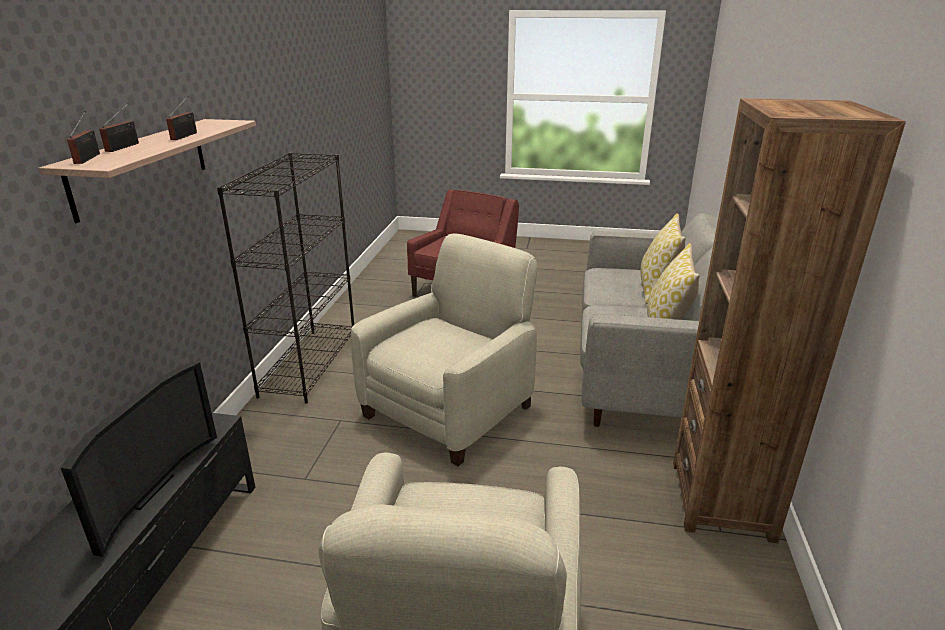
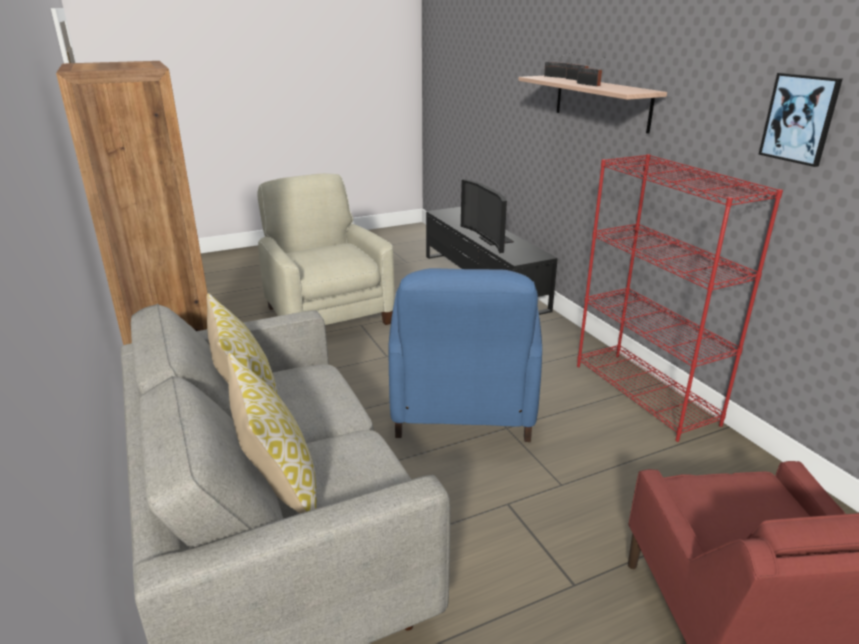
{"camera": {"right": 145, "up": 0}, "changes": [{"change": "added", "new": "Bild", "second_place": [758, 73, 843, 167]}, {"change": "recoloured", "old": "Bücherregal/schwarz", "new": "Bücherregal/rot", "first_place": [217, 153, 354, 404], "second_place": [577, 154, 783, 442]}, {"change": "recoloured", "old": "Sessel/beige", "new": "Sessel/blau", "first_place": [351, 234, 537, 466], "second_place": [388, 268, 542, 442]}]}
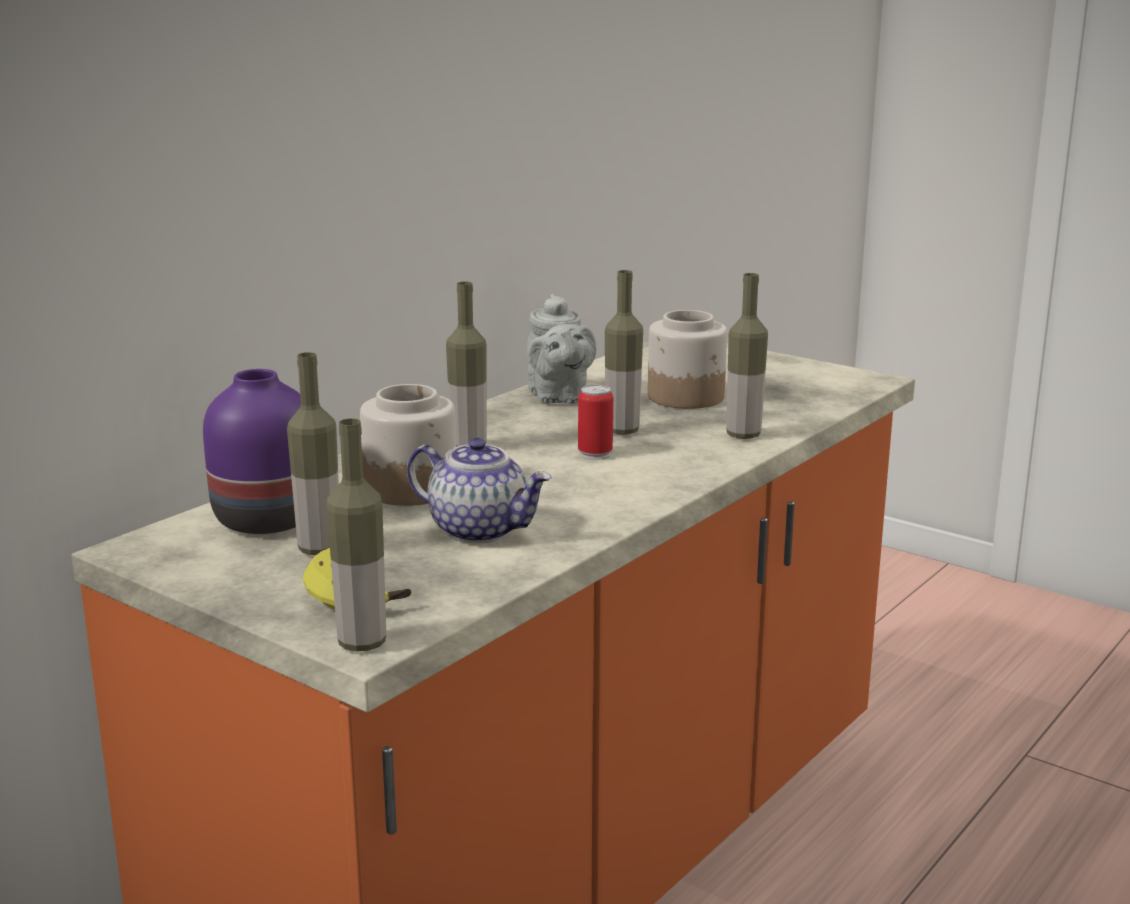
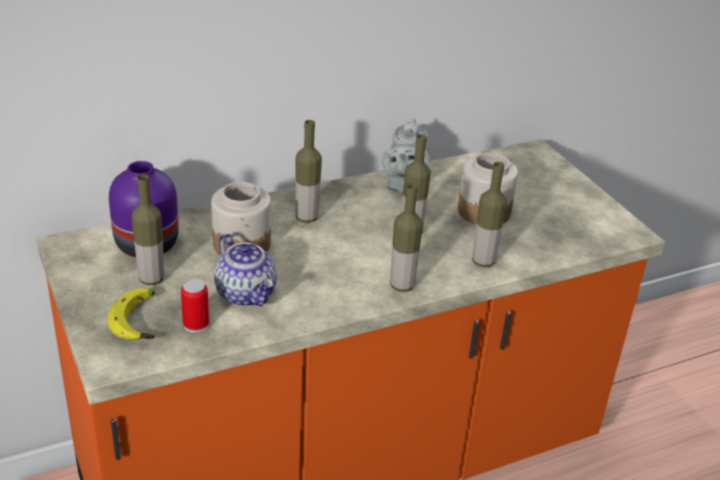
{"camera": {"right": 25, "up": 15}, "changes": [{"change": "moved", "old": "Flasche", "first_place": [326, 418, 386, 651], "second_place": [390, 183, 423, 292]}, {"change": "moved", "old": "Dose", "first_place": [578, 385, 613, 460], "second_place": [181, 278, 209, 333]}]}
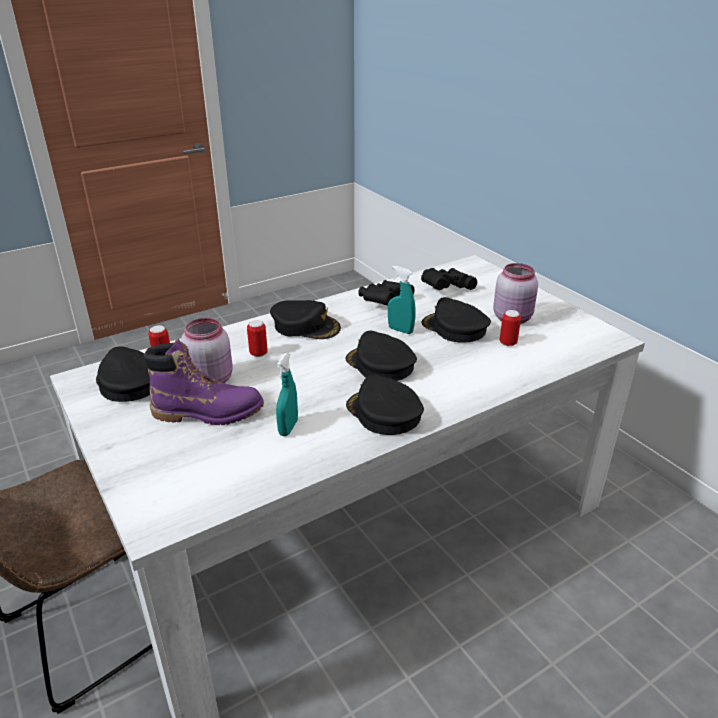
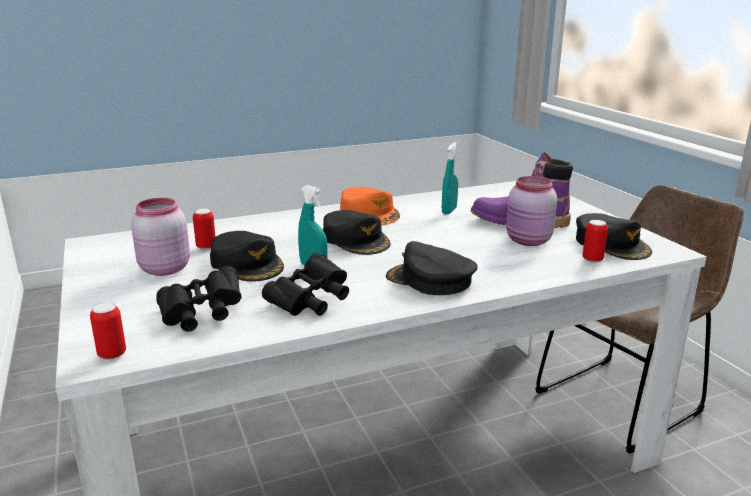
{"camera": {"right": -170, "up": -10}, "changes": [{"change": "moved", "old": "Dose", "first_place": [247, 320, 268, 357], "second_place": [90, 303, 126, 360]}, {"change": "recoloured", "old": "Kappe/schwarz", "new": "Kappe/orange", "first_place": [346, 375, 424, 435], "second_place": [340, 187, 400, 225]}]}
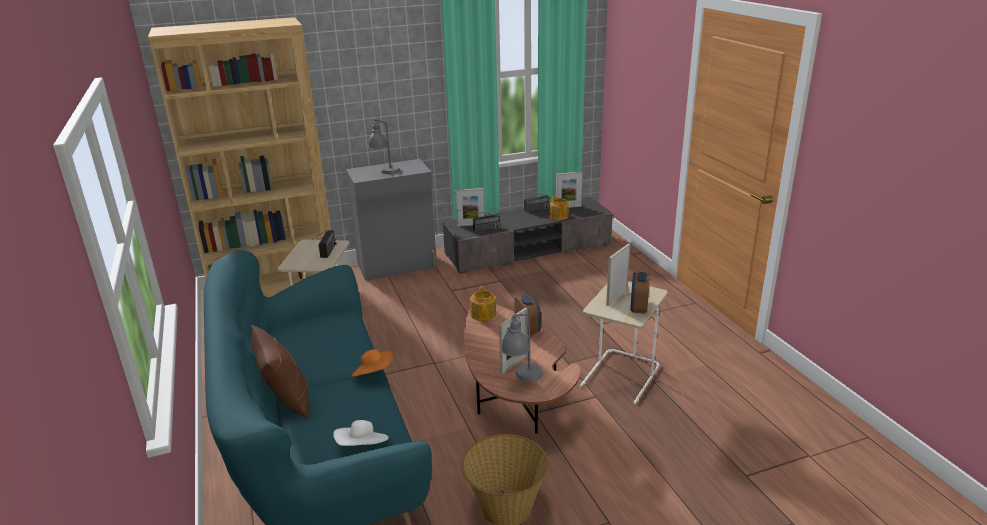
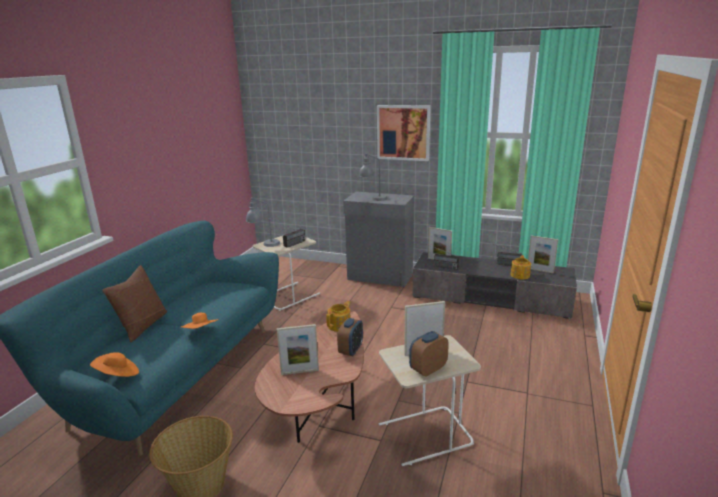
{"camera": {"right": 40, "up": -5}, "changes": [{"change": "removed", "old": "Bücherregal/braun", "first_place": [148, 17, 335, 297]}, {"change": "added", "new": "Bild", "second_place": [377, 105, 431, 161]}, {"change": "moved", "old": "Tischlampe/grau", "first_place": [501, 313, 543, 382], "second_place": [246, 197, 280, 247]}, {"change": "recoloured", "old": "Hut/weiß", "new": "Hut/orange", "first_place": [333, 420, 389, 446], "second_place": [90, 352, 139, 377]}]}
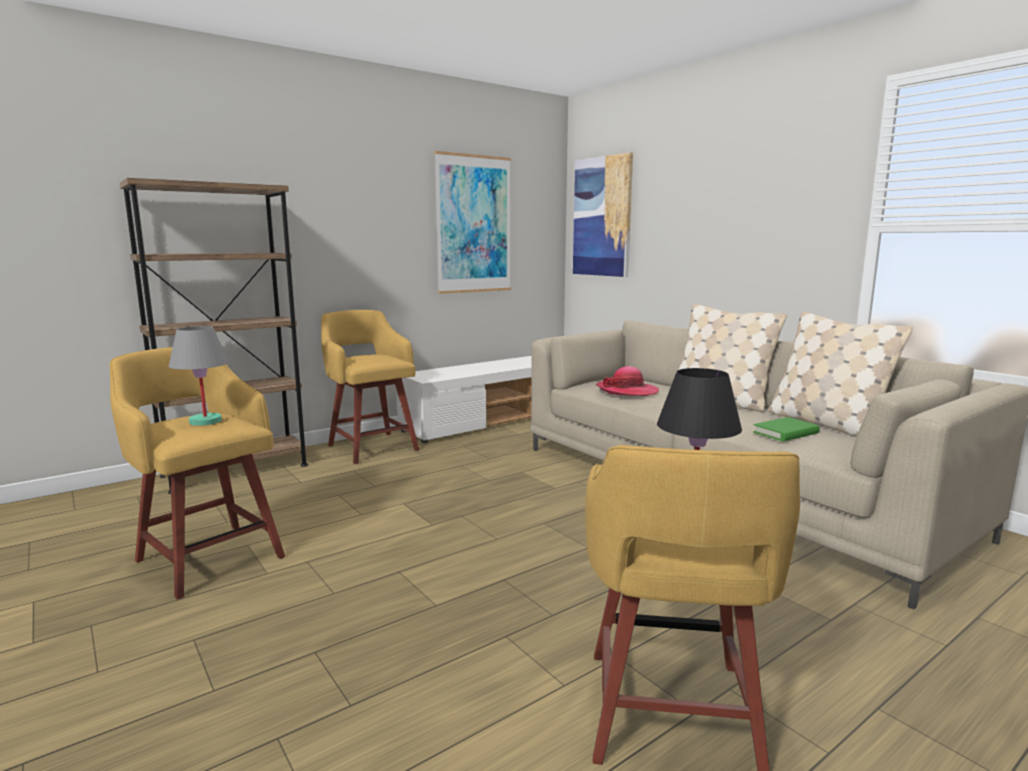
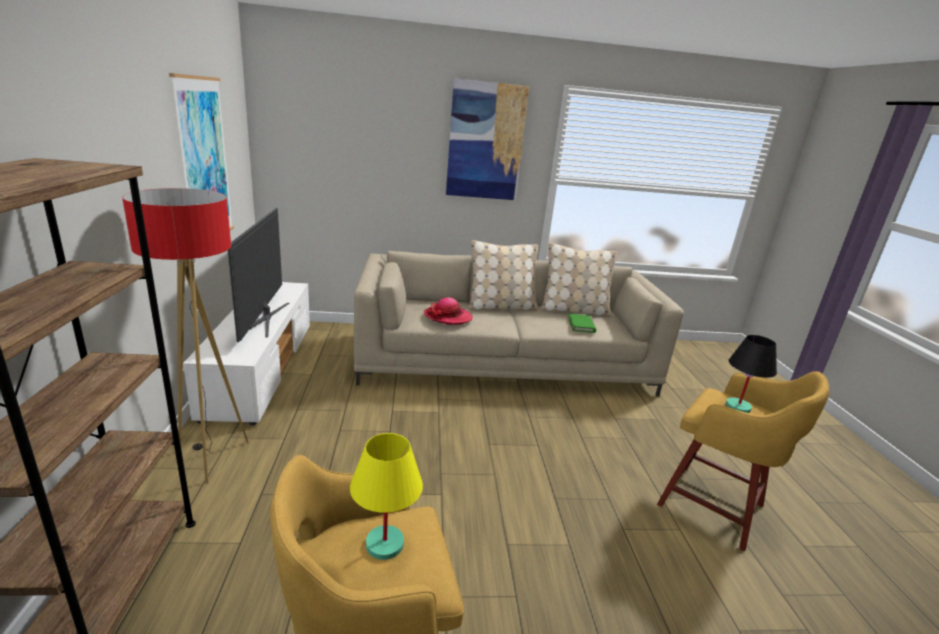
{"camera": {"right": -60, "up": 10}, "changes": [{"change": "added", "new": "Fernseher", "second_place": [227, 208, 289, 342]}, {"change": "moved", "old": "Bild", "first_place": [573, 152, 633, 277], "second_place": [446, 78, 529, 200]}, {"change": "replaced", "old": "Hocker/gelb", "new": "Stehlampe", "first_place": [321, 310, 419, 464], "second_place": [122, 188, 249, 483]}, {"change": "recoloured", "old": "Tischlampe/grau", "new": "Tischlampe/gelb", "first_place": [168, 326, 229, 426], "second_place": [350, 433, 423, 560]}]}
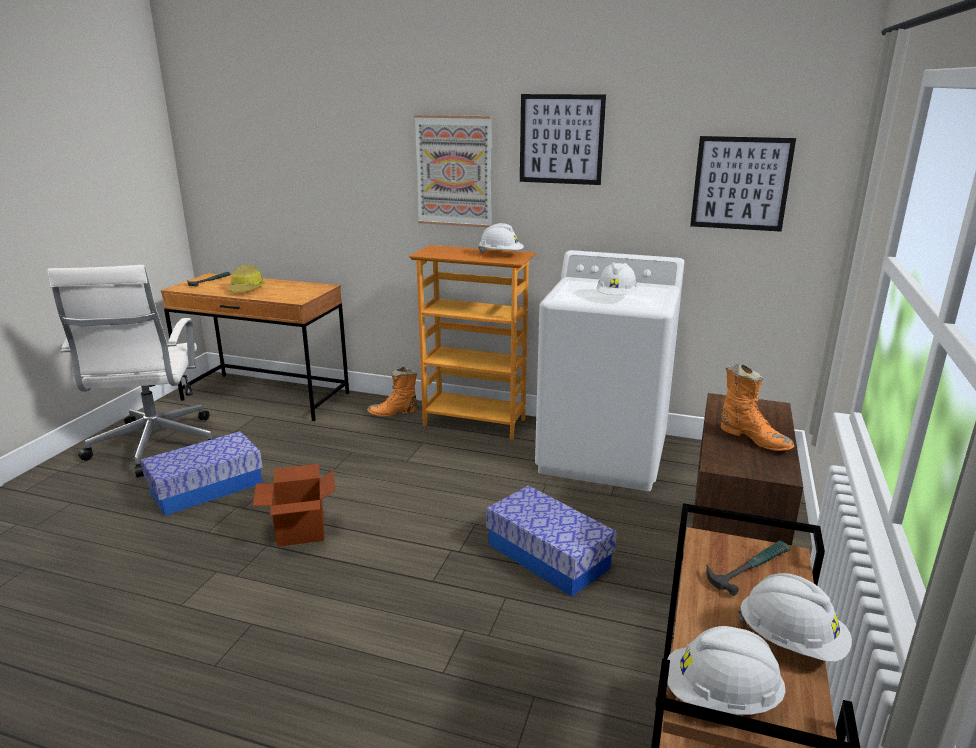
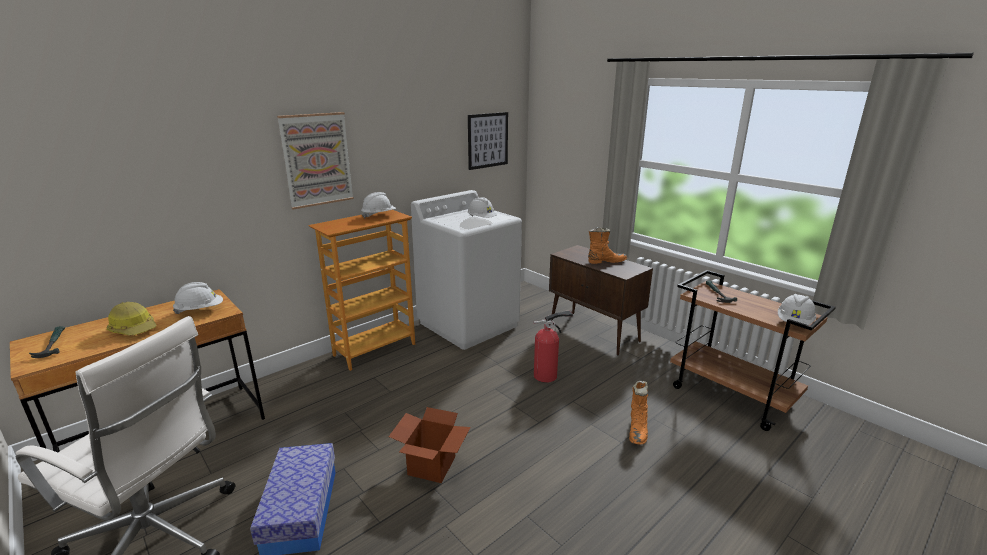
{"camera": {"right": -60, "up": 0}, "changes": [{"change": "removed", "old": "Bild", "first_place": [520, 94, 606, 185]}, {"change": "moved", "old": "Stiefel/orange", "first_place": [367, 366, 417, 416], "second_place": [629, 381, 648, 445]}, {"change": "moved", "old": "Schutzhelm/weiß", "first_place": [738, 573, 852, 662], "second_place": [173, 282, 223, 314]}, {"change": "replaced", "old": "Aufbewahrungsbox", "new": "Feuerlöscher", "first_place": [486, 485, 617, 597], "second_place": [533, 310, 573, 383]}]}
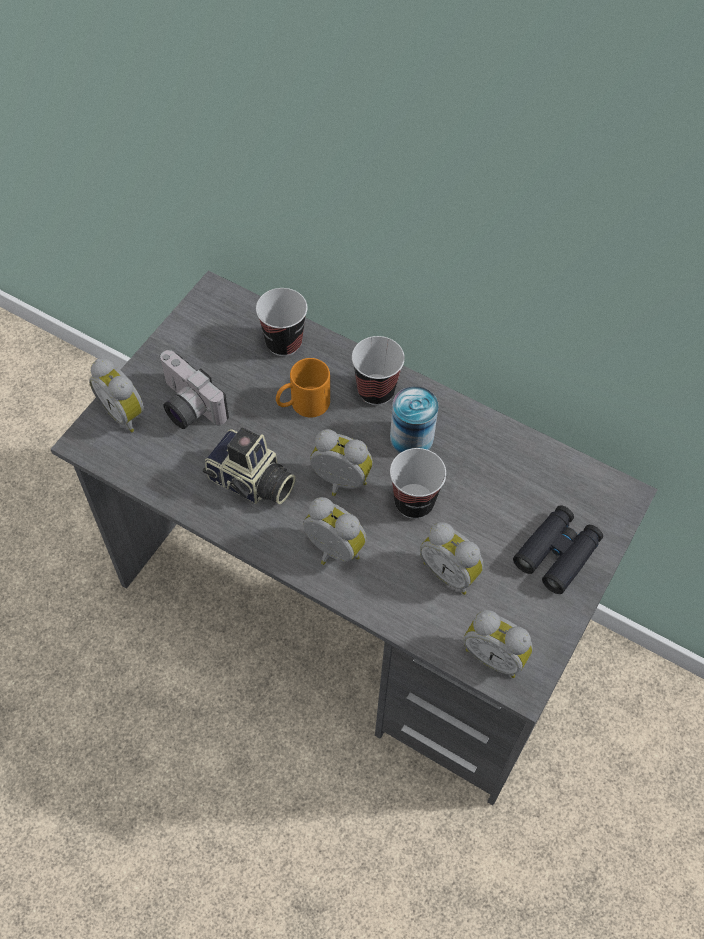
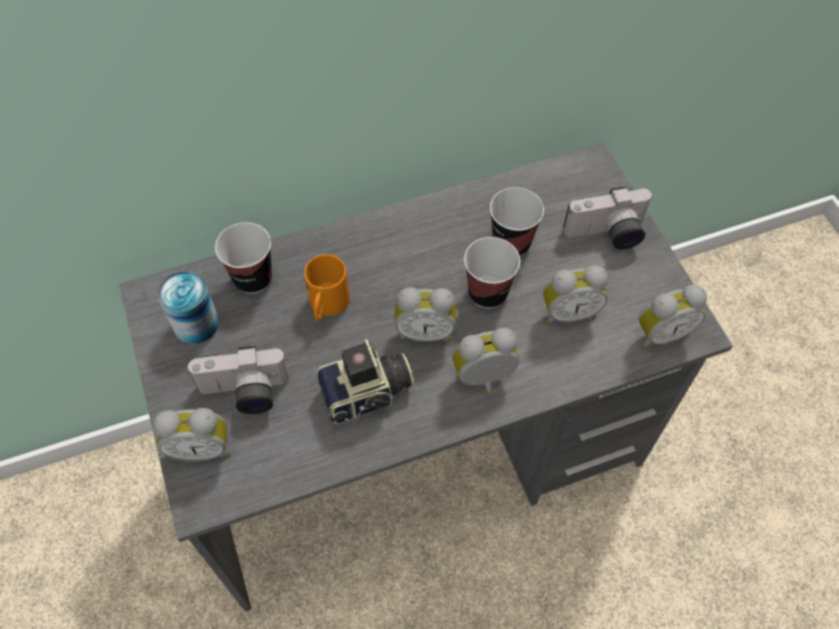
{"camera": {"right": -50, "up": 0}, "changes": [{"change": "moved", "old": "Tasse", "first_place": [352, 336, 405, 405], "second_place": [490, 187, 544, 256]}, {"change": "moved", "old": "Dose", "first_place": [390, 386, 438, 453], "second_place": [158, 271, 219, 344]}, {"change": "replaced", "old": "Fernglas/schwarz", "new": "Kamera", "first_place": [513, 505, 603, 594], "second_place": [563, 186, 653, 249]}, {"change": "turned", "old": "Wecker", "first_place": [310, 429, 373, 496], "second_place": [394, 287, 457, 342], "degrees": -150}]}
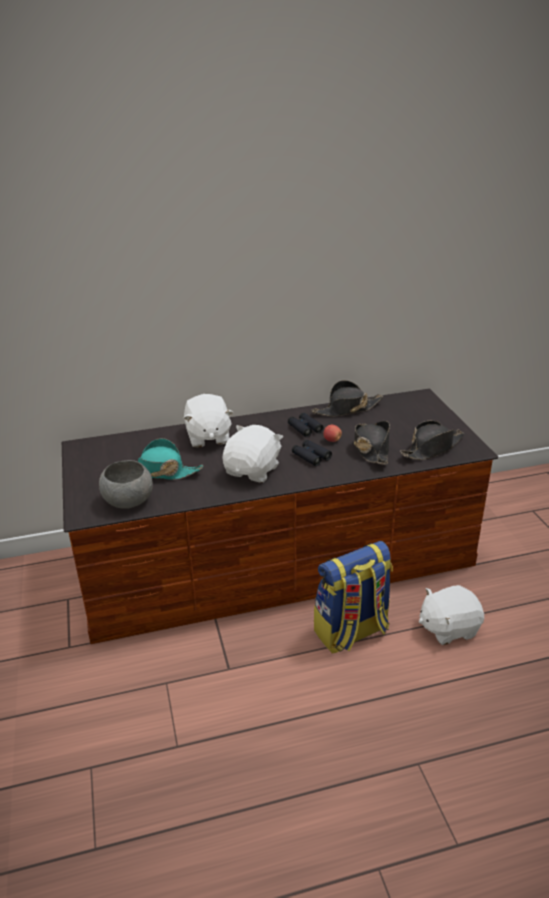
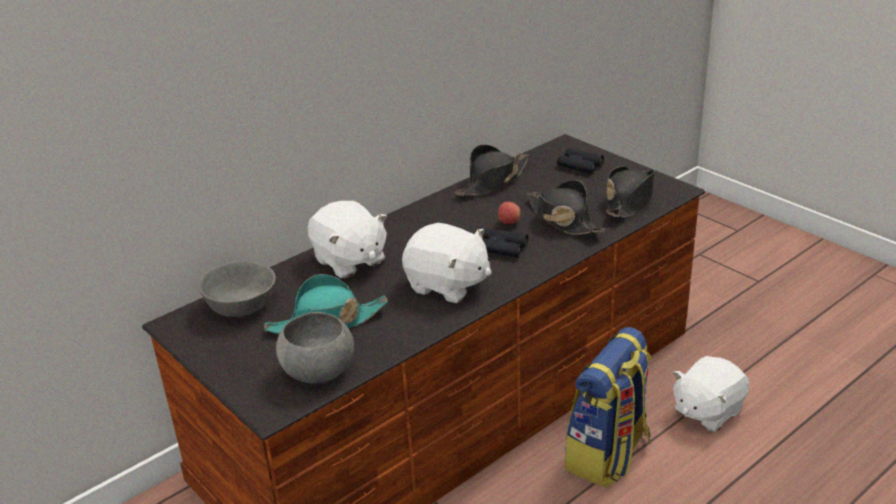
{"camera": {"right": -25, "up": 0}, "changes": [{"change": "added", "new": "Schüssel/grau", "second_place": [198, 261, 275, 317]}, {"change": "moved", "old": "Fernglas/schwarz", "first_place": [288, 413, 324, 437], "second_place": [557, 149, 604, 174]}, {"change": "turned", "old": "Plüschtier/weiß", "first_place": [223, 425, 283, 483], "second_place": [402, 223, 492, 303], "degrees": 120}]}
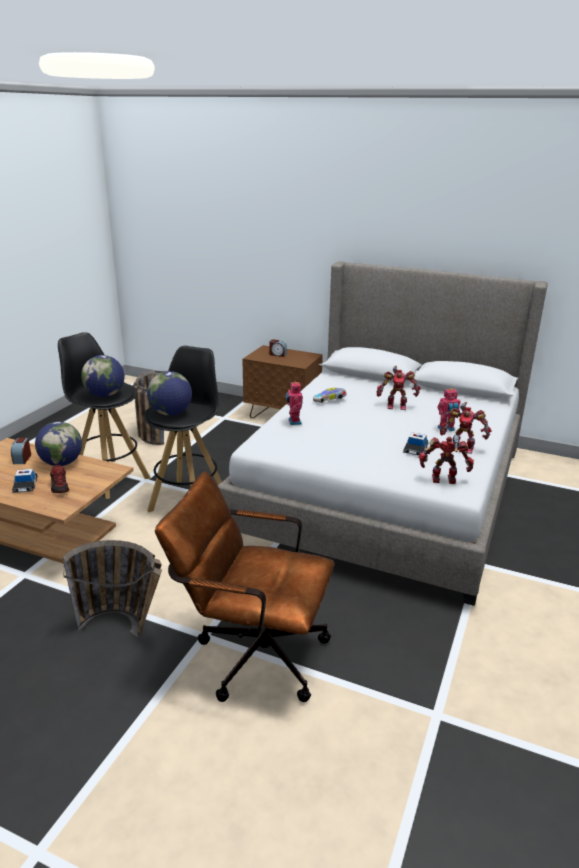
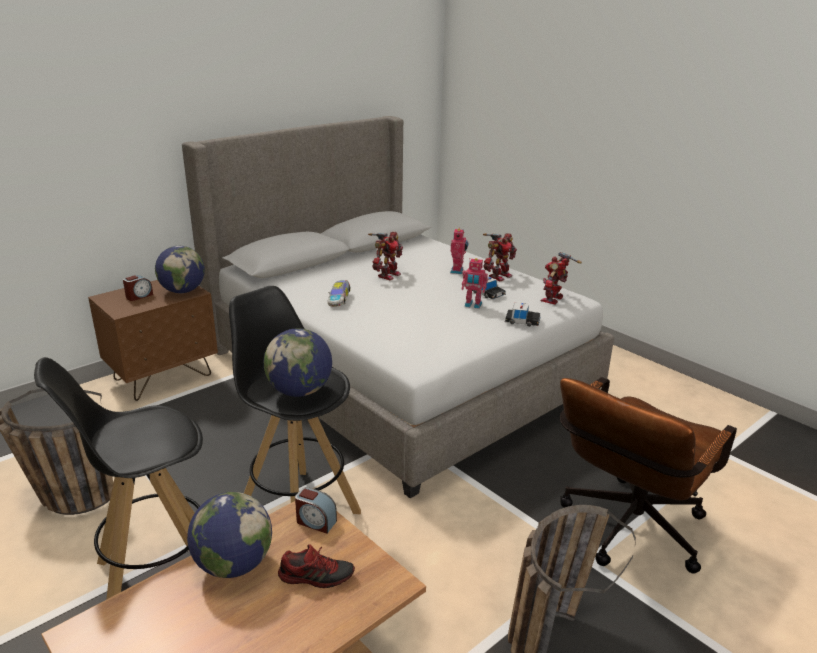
{"camera": {"right": -65, "up": 0}, "changes": [{"change": "moved", "old": "Wecker", "first_place": [11, 438, 31, 464], "second_place": [295, 487, 337, 534]}, {"change": "moved", "old": "Spielzeugauto", "first_place": [12, 469, 38, 493], "second_place": [505, 303, 541, 327]}, {"change": "moved", "old": "Globus", "first_place": [81, 355, 124, 397], "second_place": [155, 246, 205, 293]}, {"change": "moved", "old": "Spielzeugroboter", "first_place": [286, 382, 303, 425], "second_place": [462, 258, 488, 309]}]}
